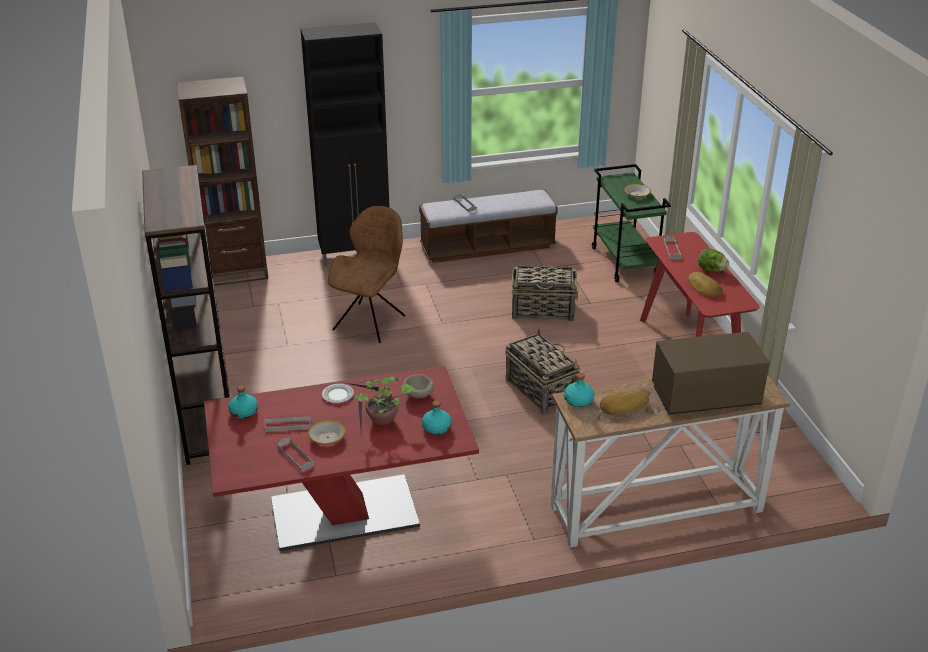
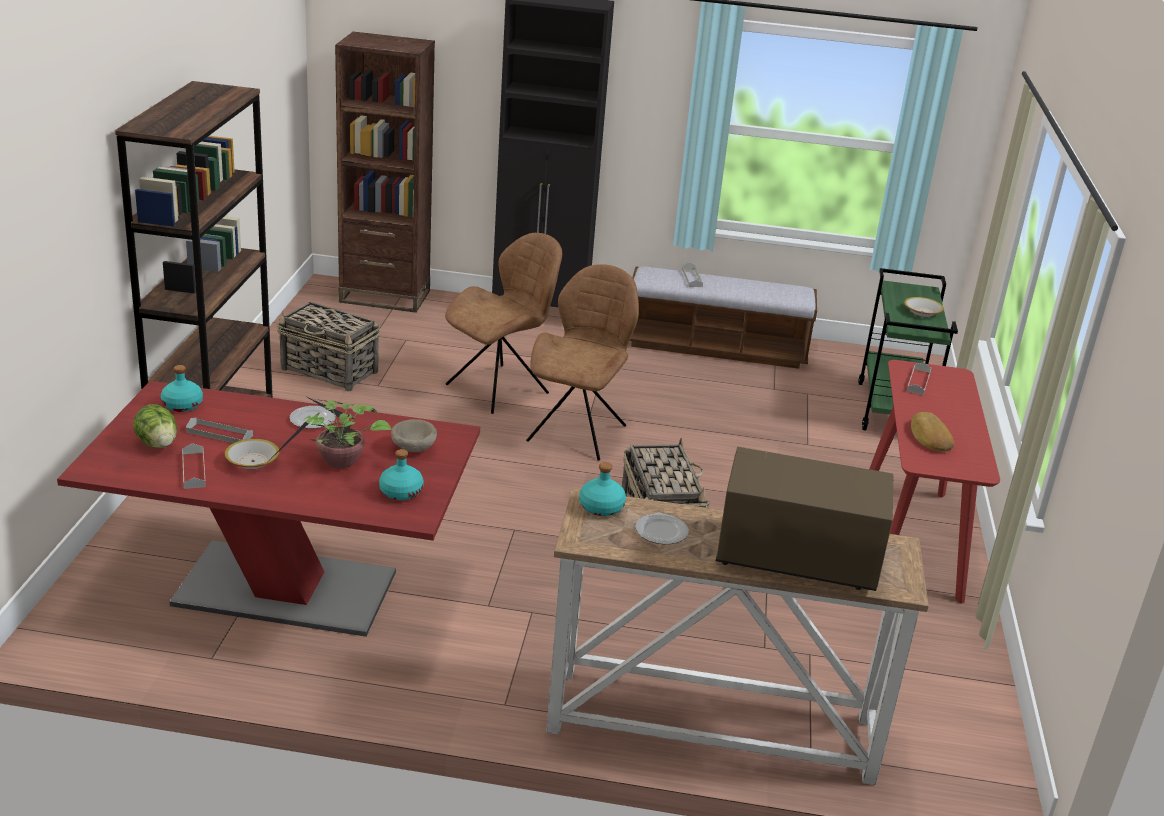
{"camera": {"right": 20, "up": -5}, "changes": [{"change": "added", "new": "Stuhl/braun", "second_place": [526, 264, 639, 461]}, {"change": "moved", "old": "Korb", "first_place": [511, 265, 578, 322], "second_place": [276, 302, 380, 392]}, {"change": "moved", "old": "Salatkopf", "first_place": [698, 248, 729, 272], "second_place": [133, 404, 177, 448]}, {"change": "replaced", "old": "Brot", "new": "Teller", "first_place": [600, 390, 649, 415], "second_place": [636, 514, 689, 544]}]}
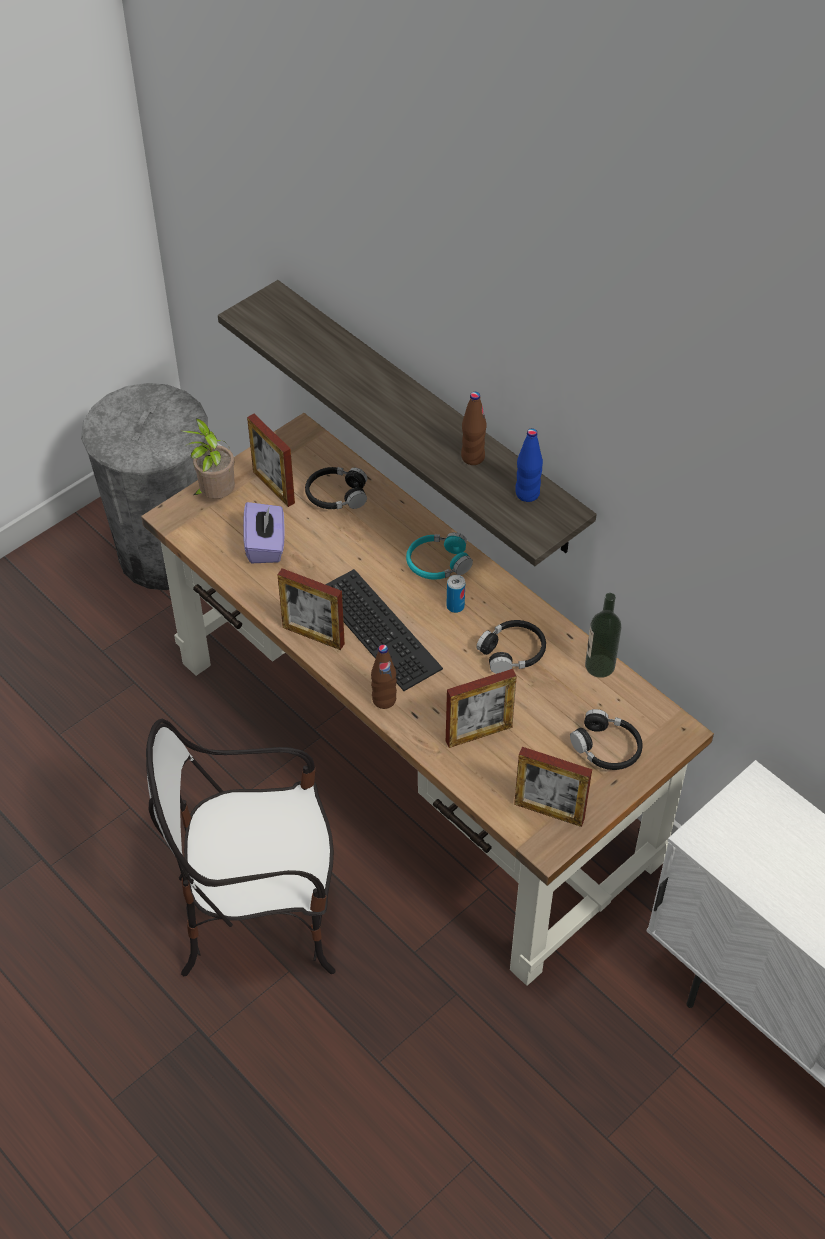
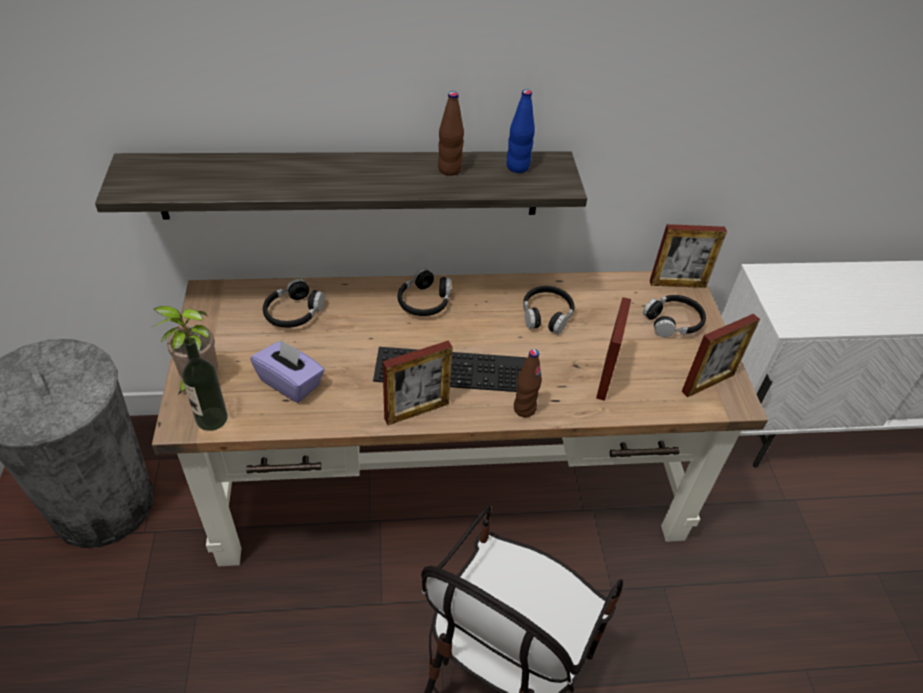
{"camera": {"right": -55, "up": -5}, "changes": [{"change": "removed", "old": "Dose", "first_place": [446, 575, 465, 613]}, {"change": "moved", "old": "Bilderrahmen", "first_place": [247, 414, 295, 507], "second_place": [650, 224, 727, 288]}, {"change": "moved", "old": "Flasche", "first_place": [585, 593, 621, 678], "second_place": [182, 337, 228, 431]}, {"change": "recoloured", "old": "Kopfhörer/türkis", "new": "Kopfhörer/schwarz", "first_place": [406, 532, 473, 579], "second_place": [398, 268, 451, 316]}]}
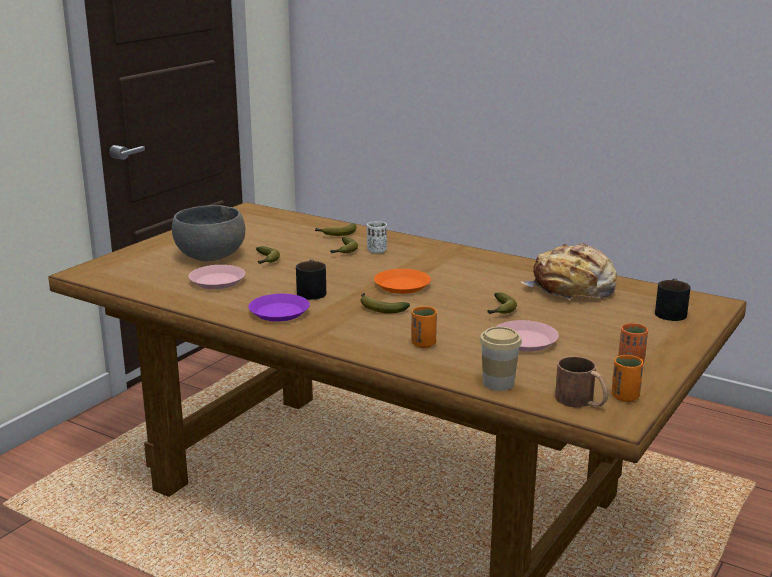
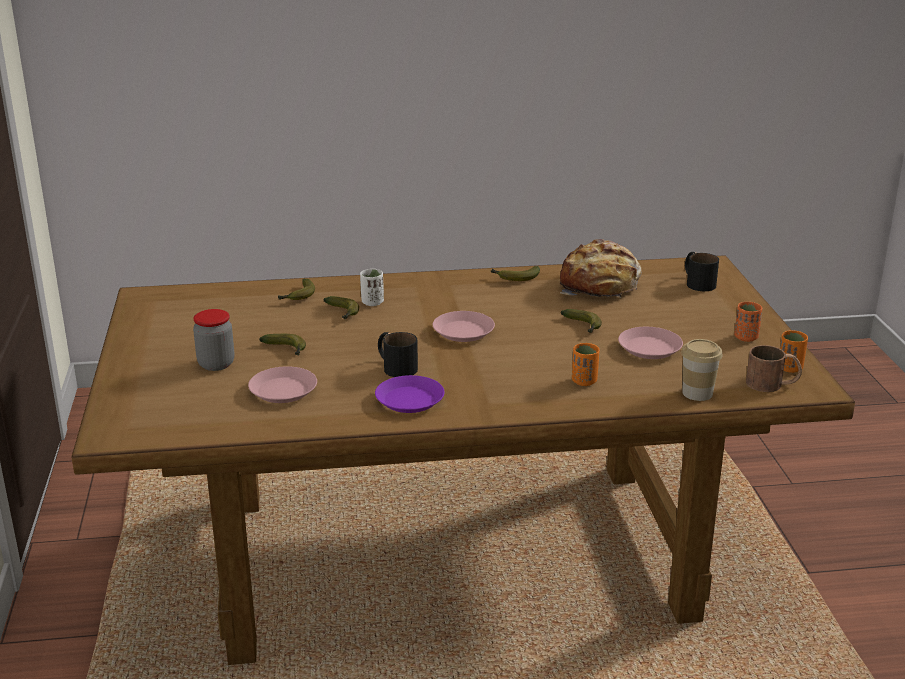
{"camera": {"right": -40, "up": 5}, "changes": [{"change": "moved", "old": "Banane", "first_place": [361, 293, 410, 313], "second_place": [491, 266, 540, 281]}, {"change": "replaced", "old": "Schüssel/grau", "new": "Vorratsglas", "first_place": [172, 205, 245, 261], "second_place": [193, 309, 234, 371]}, {"change": "recoloured", "old": "Teller/orange", "new": "Teller/rosa", "first_place": [374, 269, 431, 294], "second_place": [433, 311, 495, 342]}]}
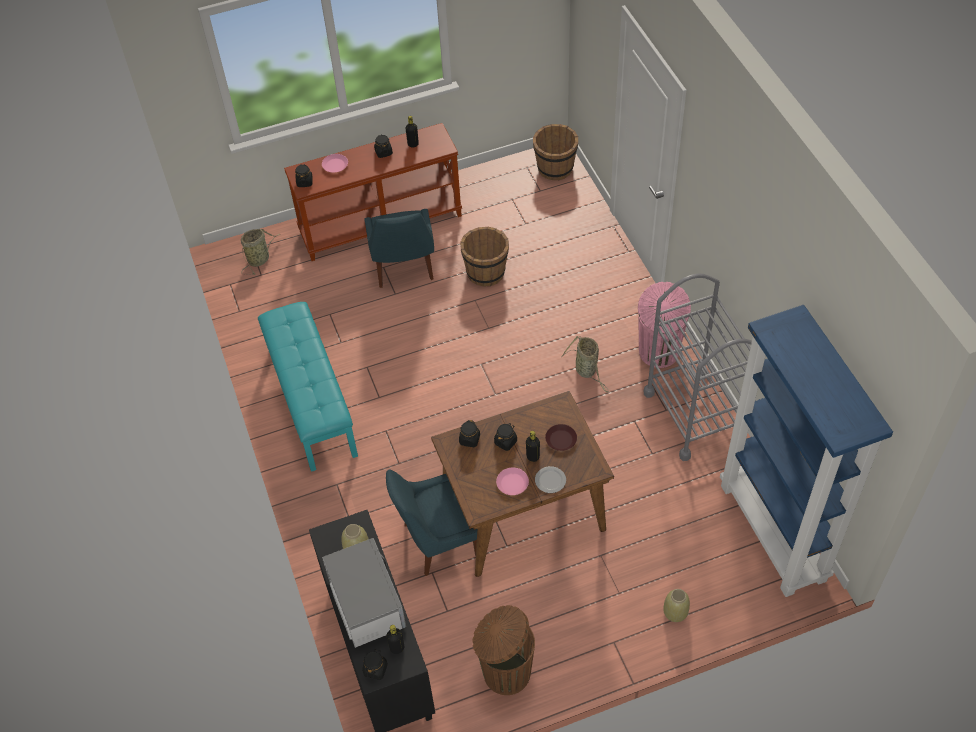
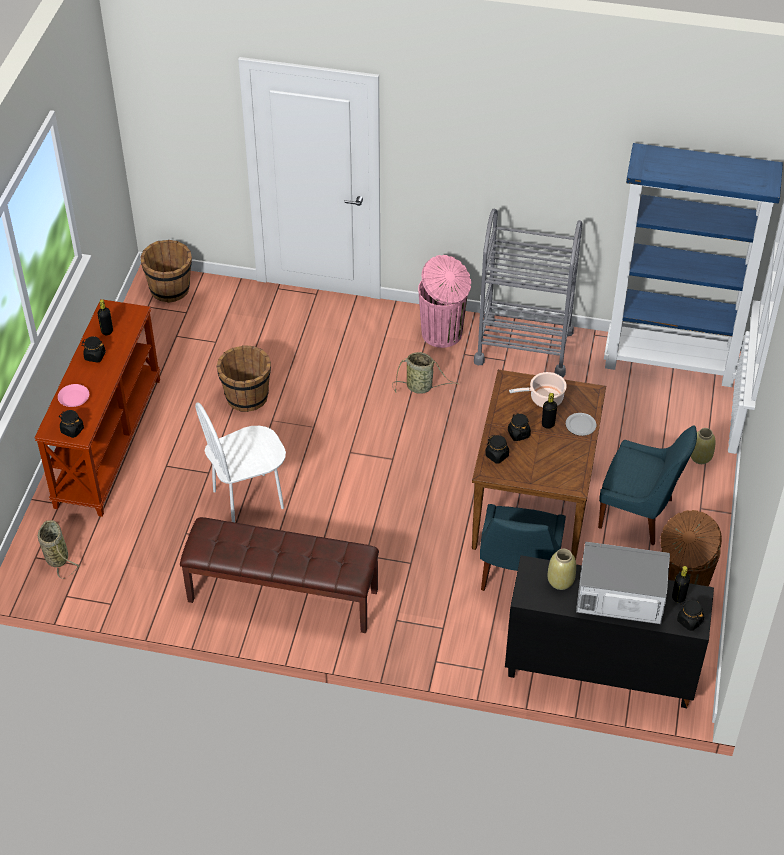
{"camera": {"right": -60, "up": -5}, "changes": [{"change": "removed", "old": "Teller/rosa", "first_place": [496, 467, 529, 495]}, {"change": "added", "new": "Stuhl/weiß", "second_place": [195, 402, 286, 522]}, {"change": "moved", "old": "Stuhl/blau", "first_place": [364, 209, 434, 288], "second_place": [598, 425, 697, 545]}, {"change": "replaced", "old": "Teller/braun", "new": "Kochtopf", "first_place": [545, 424, 577, 451], "second_place": [509, 372, 567, 407]}, {"change": "recoloured", "old": "Bank/türkis", "new": "Bank/braun", "first_place": [258, 302, 358, 472], "second_place": [180, 517, 379, 633]}]}
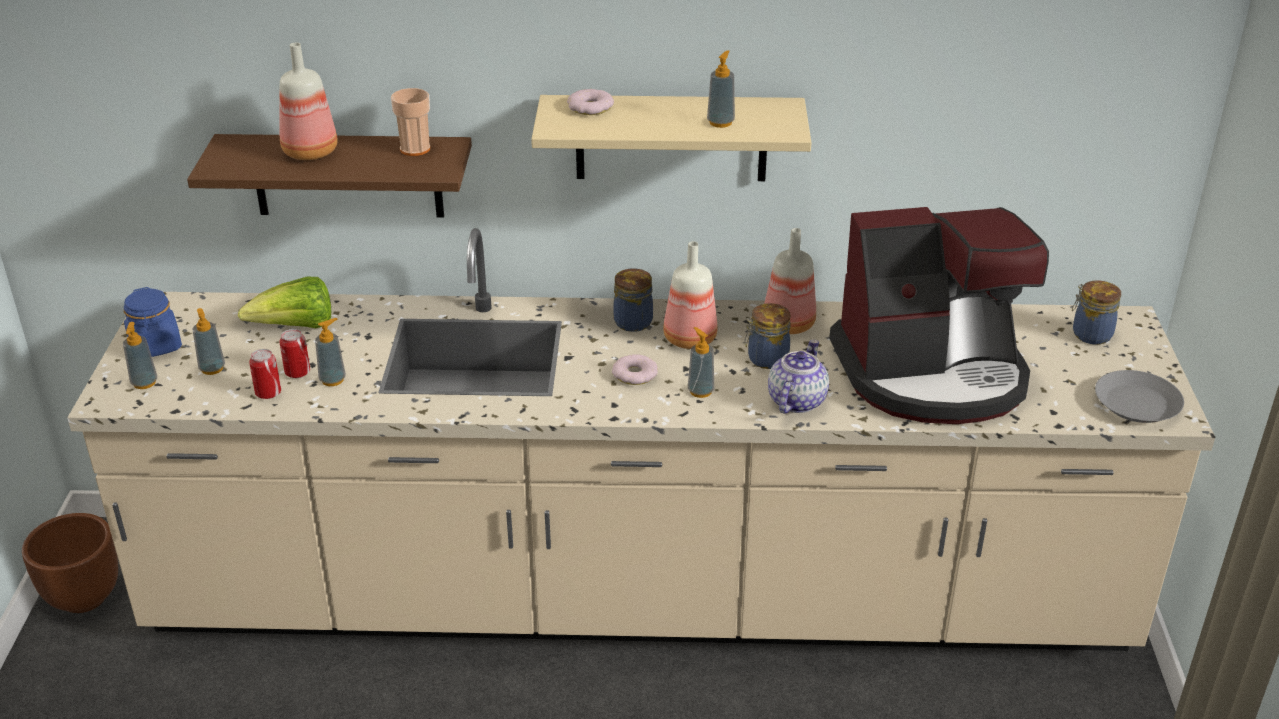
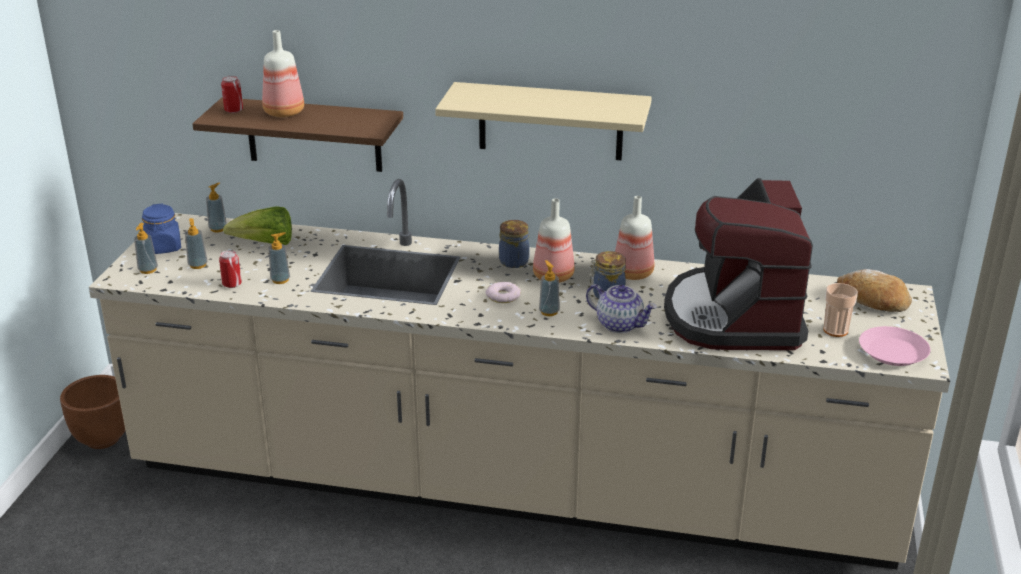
{"camera": {"right": 10, "up": -5}, "changes": [{"change": "removed", "old": "Donut", "first_place": [567, 89, 614, 115]}, {"change": "moved", "old": "Dose", "first_place": [280, 329, 310, 378], "second_place": [221, 76, 243, 113]}, {"change": "moved", "old": "Tasse", "first_place": [391, 88, 430, 156], "second_place": [823, 283, 858, 337]}, {"change": "moved", "old": "Seifenspender", "first_place": [707, 50, 735, 128], "second_place": [206, 183, 227, 232]}, {"change": "replaced", "old": "Vorratsglas", "new": "Brot", "first_place": [1072, 280, 1121, 345], "second_place": [837, 269, 912, 312]}, {"change": "recoloured", "old": "Teller/grau", "new": "Teller/rosa", "first_place": [1095, 370, 1184, 423], "second_place": [859, 326, 931, 366]}, {"change": "turned", "old": "Teekanne", "first_place": [768, 340, 829, 414], "second_place": [586, 284, 657, 333], "degrees": 90}, {"change": "turned", "old": "Kaffeemaschine", "first_place": [829, 207, 1049, 424], "second_place": [664, 178, 813, 350], "degrees": 90}]}
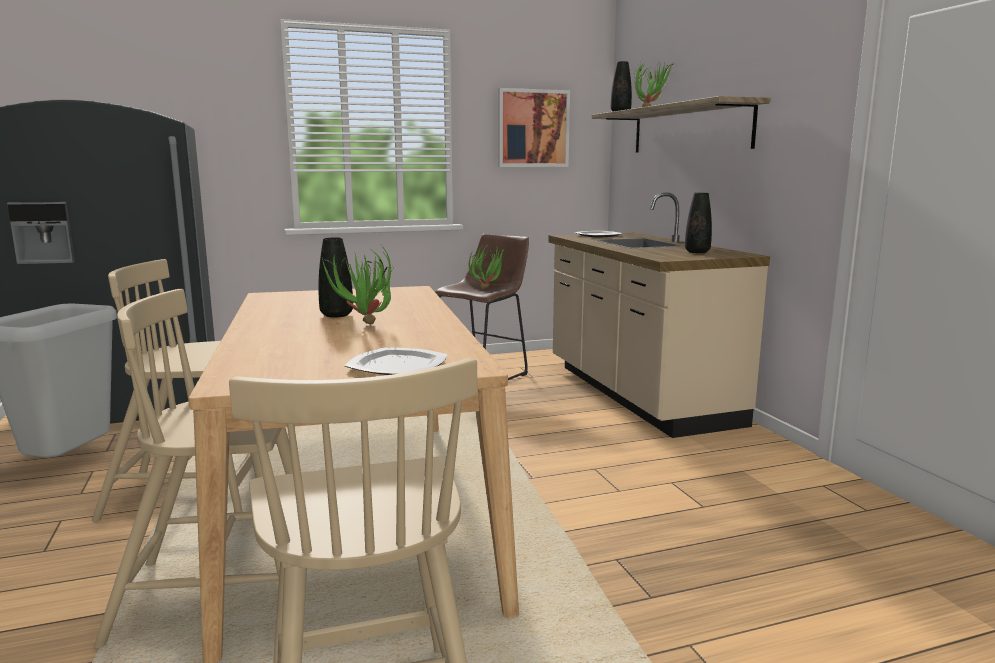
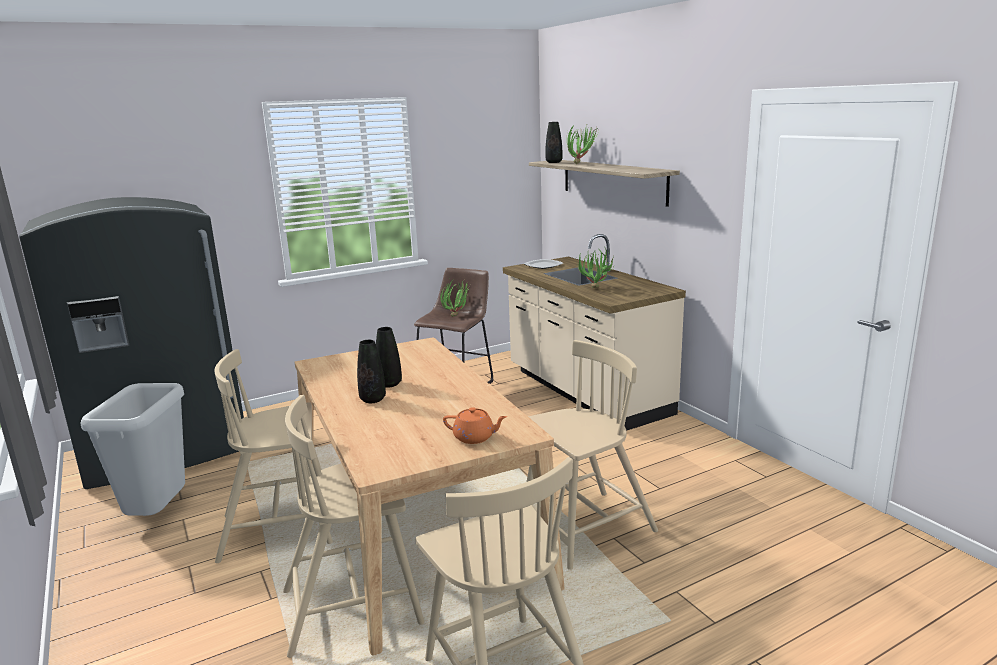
{"camera": {"right": -10, "up": 5}, "changes": [{"change": "removed", "old": "Bild", "first_place": [498, 88, 570, 167]}, {"change": "added", "new": "Stuhl/beige", "second_place": [527, 340, 658, 570]}, {"change": "moved", "old": "Topfpflanze", "first_place": [322, 246, 394, 325], "second_place": [576, 246, 614, 288]}, {"change": "moved", "old": "Vase/schwarz", "first_place": [685, 193, 712, 253], "second_place": [357, 340, 386, 403]}, {"change": "replaced", "old": "Teller", "new": "Teekanne/orange", "first_place": [345, 347, 448, 375], "second_place": [443, 407, 507, 444]}]}
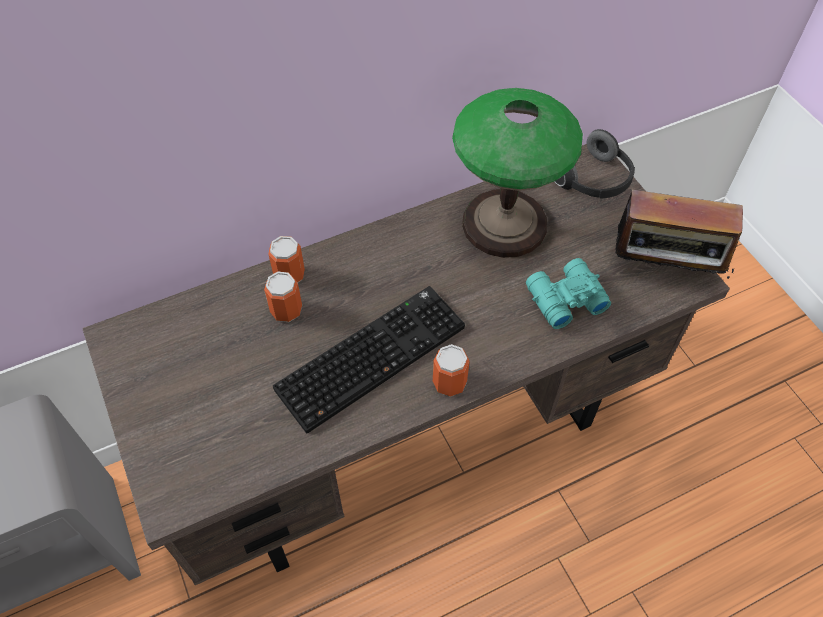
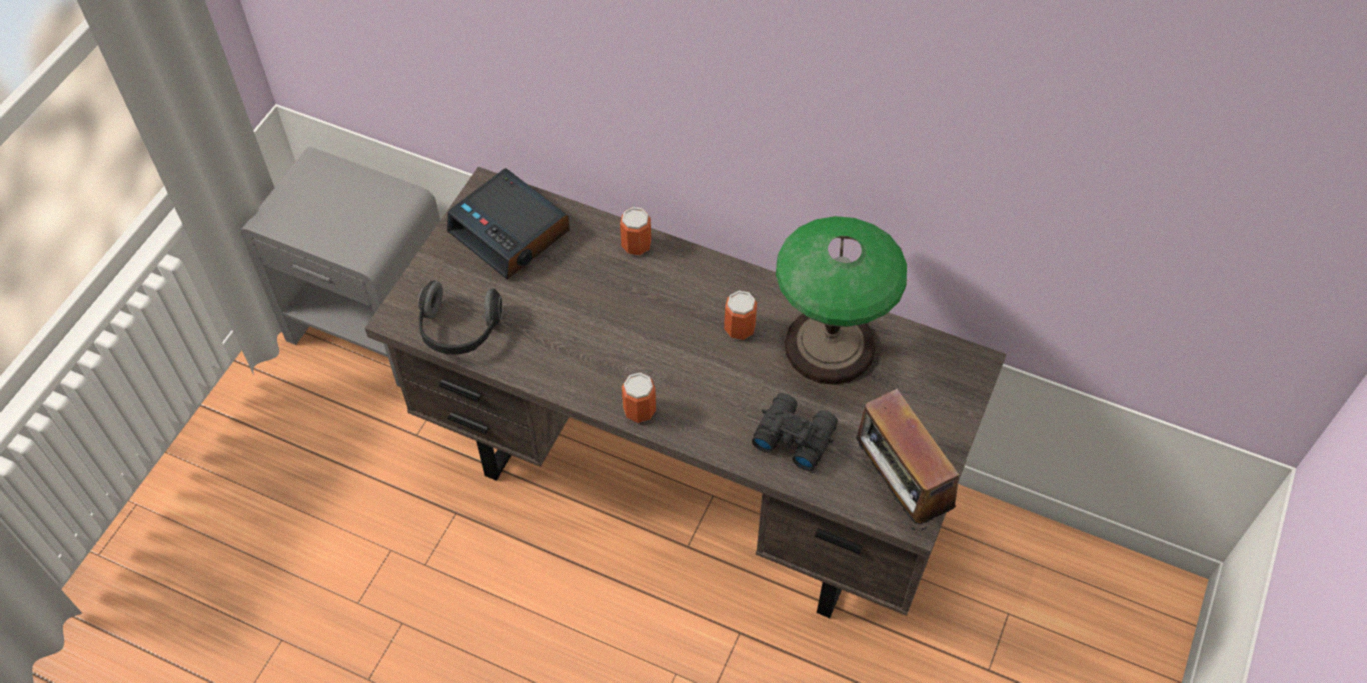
{"camera": {"right": 50, "up": 0}, "changes": [{"change": "removed", "old": "Tastatur", "first_place": [273, 286, 465, 433]}, {"change": "added", "new": "Wecker", "second_place": [447, 168, 570, 280]}, {"change": "moved", "old": "Dose", "first_place": [264, 272, 302, 322], "second_place": [724, 291, 757, 340]}, {"change": "moved", "old": "Kopfhörer", "first_place": [554, 129, 635, 198], "second_place": [418, 280, 503, 355]}, {"change": "recoloured", "old": "Fernglas/türkis", "new": "Fernglas/schwarz", "first_place": [526, 258, 611, 329], "second_place": [752, 393, 838, 471]}]}
